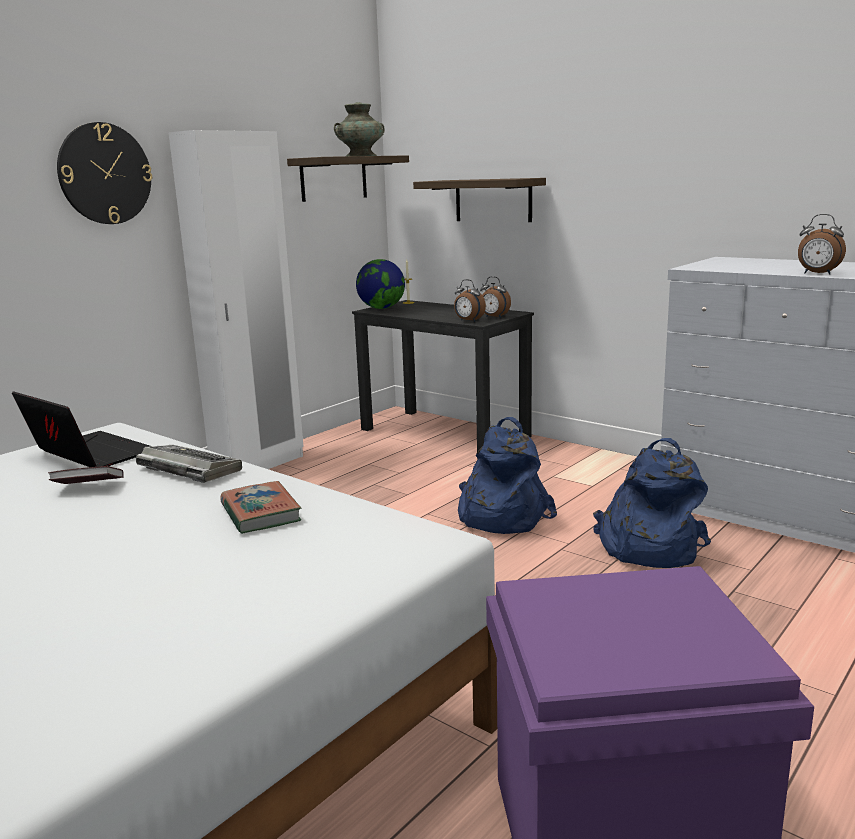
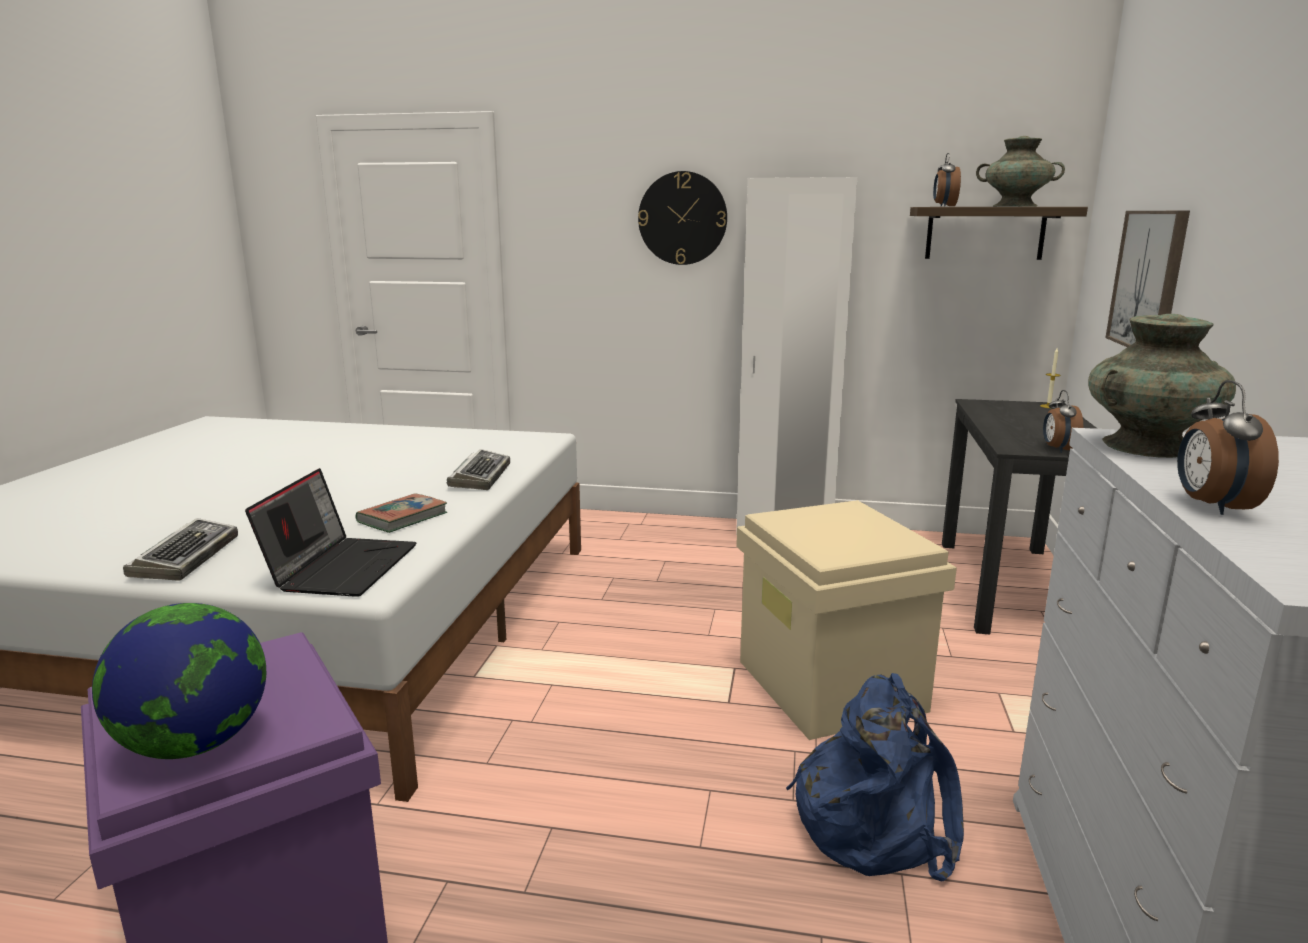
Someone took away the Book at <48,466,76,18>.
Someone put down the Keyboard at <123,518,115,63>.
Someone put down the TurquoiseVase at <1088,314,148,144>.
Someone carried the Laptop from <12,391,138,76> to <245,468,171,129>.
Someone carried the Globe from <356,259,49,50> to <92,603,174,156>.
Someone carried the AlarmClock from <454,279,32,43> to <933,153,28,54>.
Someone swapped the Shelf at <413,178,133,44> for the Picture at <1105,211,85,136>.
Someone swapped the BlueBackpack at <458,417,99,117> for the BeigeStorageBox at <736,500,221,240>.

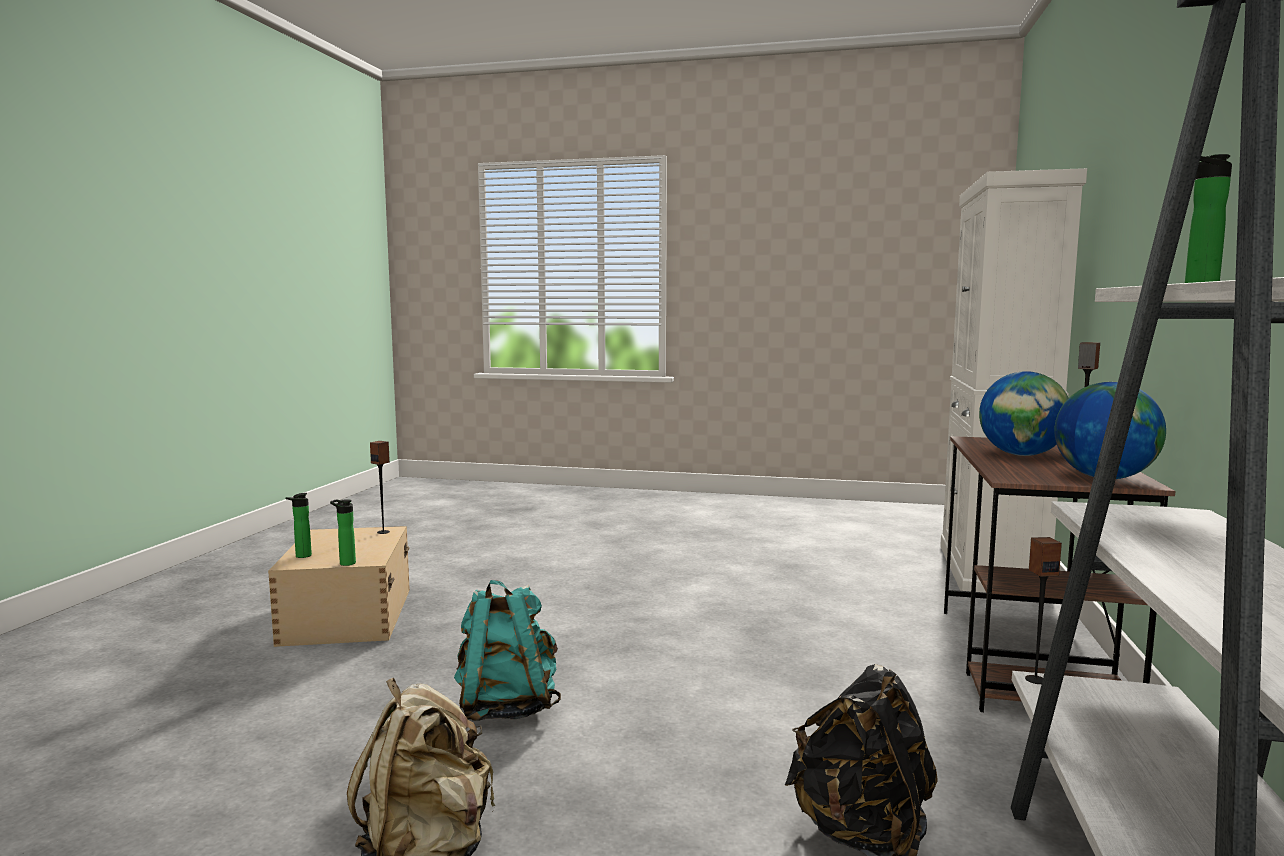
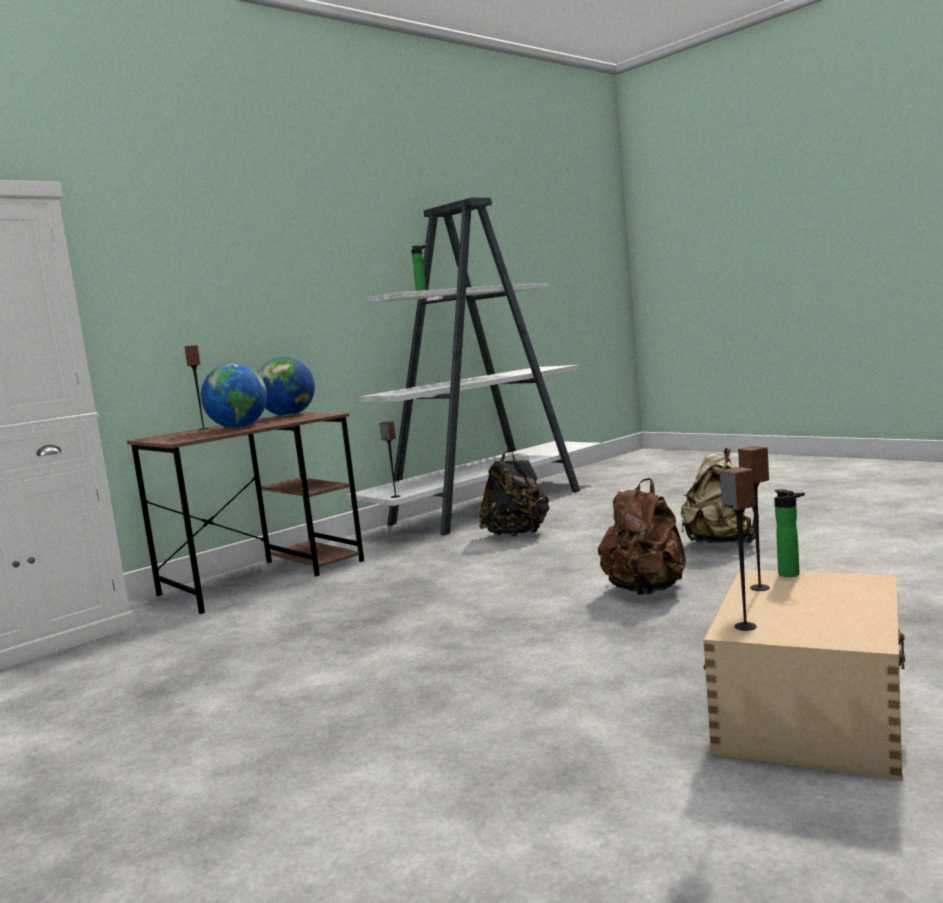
Someone took away the Bottle at <286,493,26,65>.
Someone put down the Speaker at <738,446,32,145>.
Someone repainted the TurquoiseBackpack at <454,580,107,141>, which became the BrownBackpack at <598,478,88,117>.

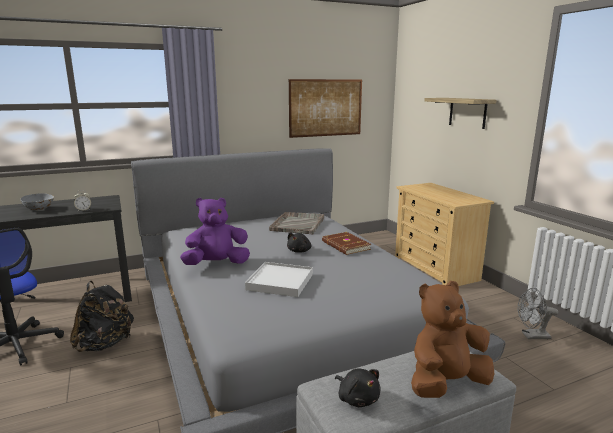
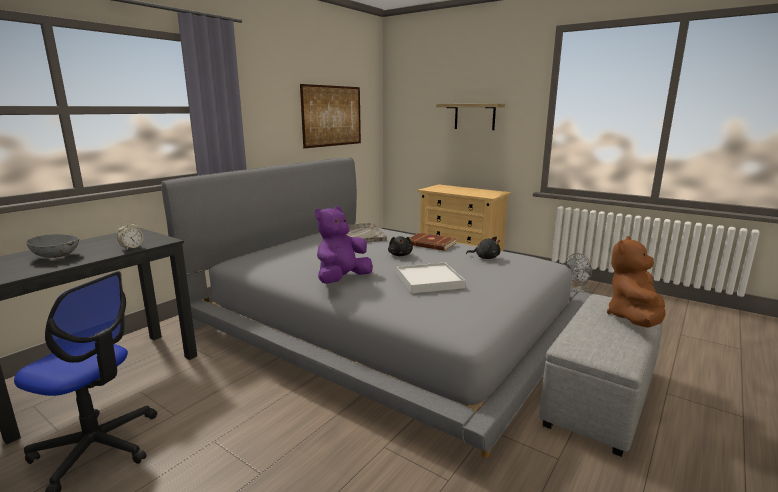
Someone took away the BlackBackpack at <70,281,64,71>.
Someone carried the BlackPlushToy from <335,368,45,39> to <466,236,34,23>.

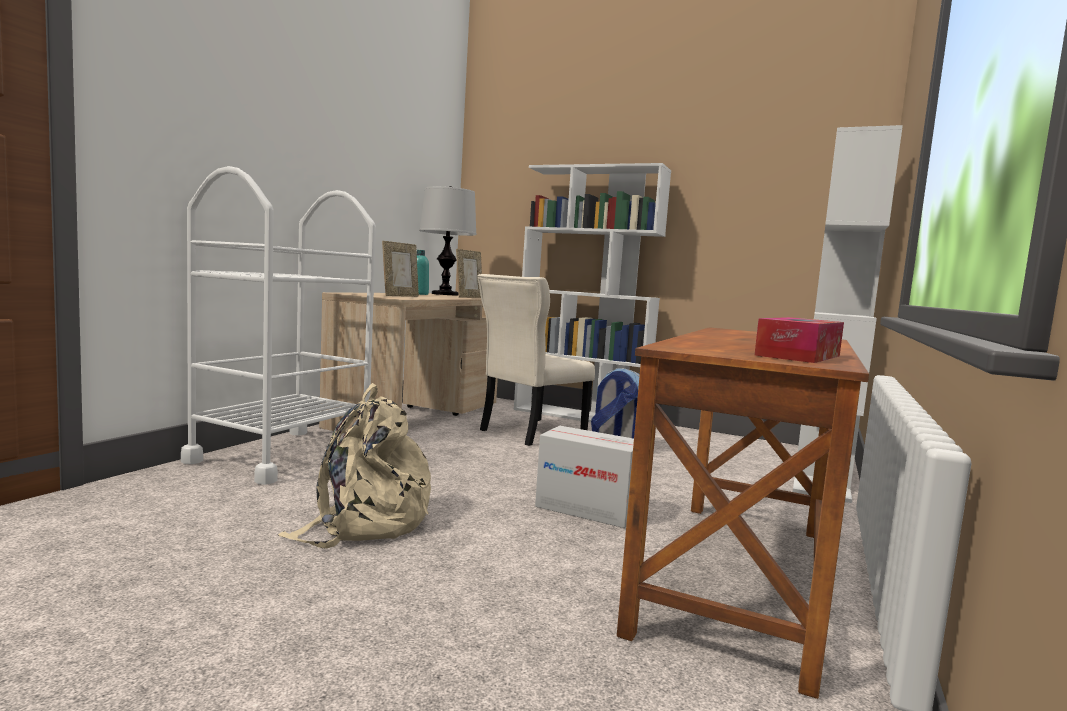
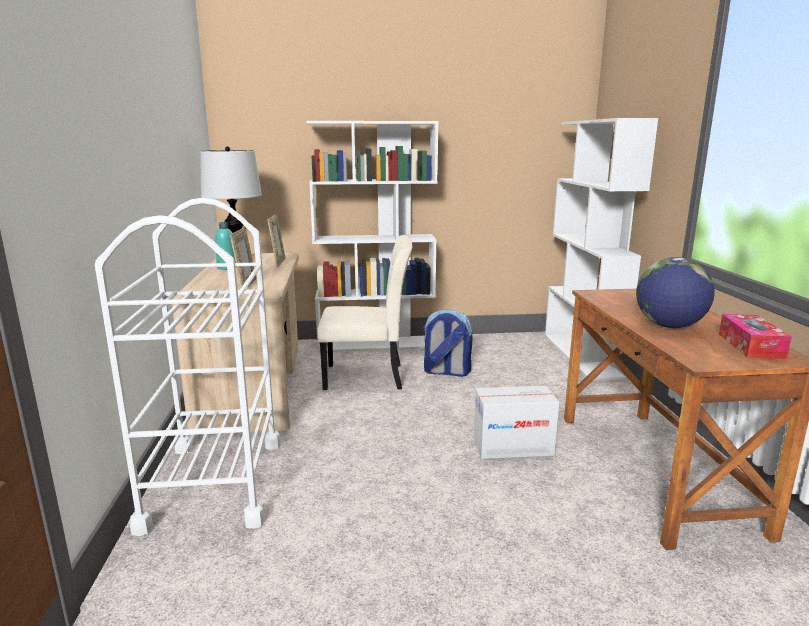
Someone took away the BeigeBackpack at <278,383,153,166>.
Someone put down the Globe at <636,257,78,71>.
Someone rotated the BeigeChair at <477,274,118,172> by 105 degrees counterclockwise.

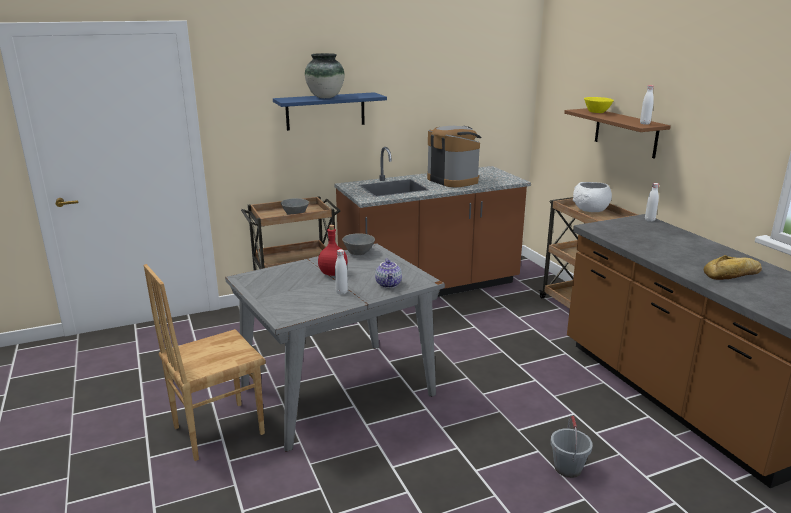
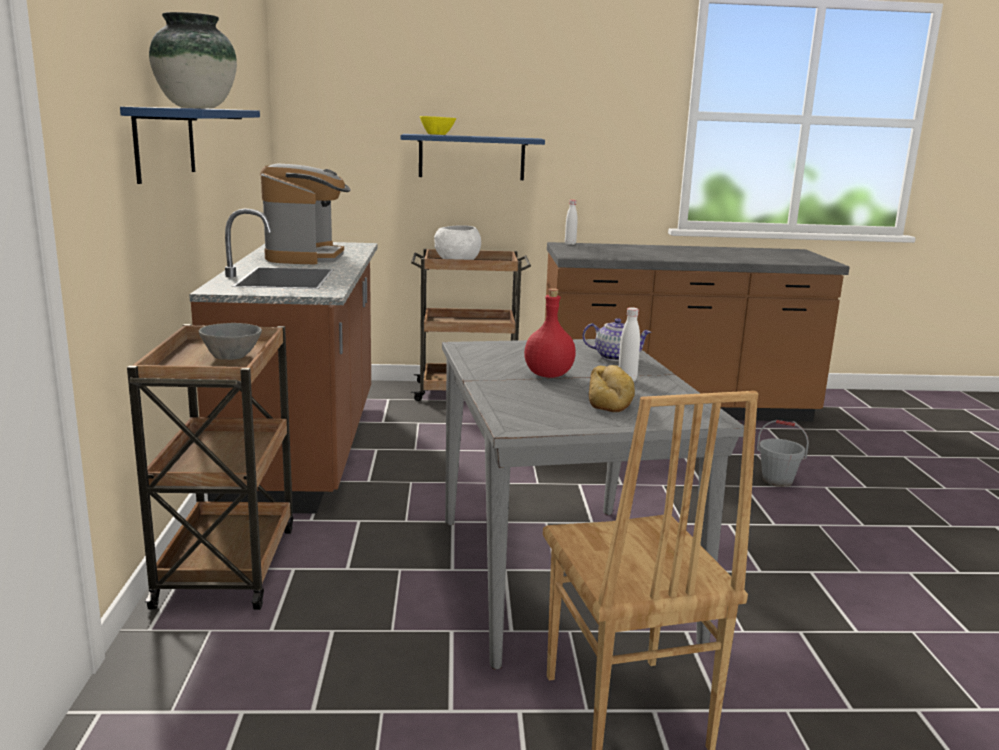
Someone took away the GreyBowl at <342,234,33,21>.
Someone took away the WhiteBottle at <640,85,14,40>.
Someone carried the Bread from <704,255,58,25> to <589,365,46,47>.
Someone repainted the BrownShelf at <564,108,107,51>, which became the BlueShelf at <401,134,144,46>.
Someone rotated the CoffeeMachine at <427,126,54,61> by 105 degrees clockwise.

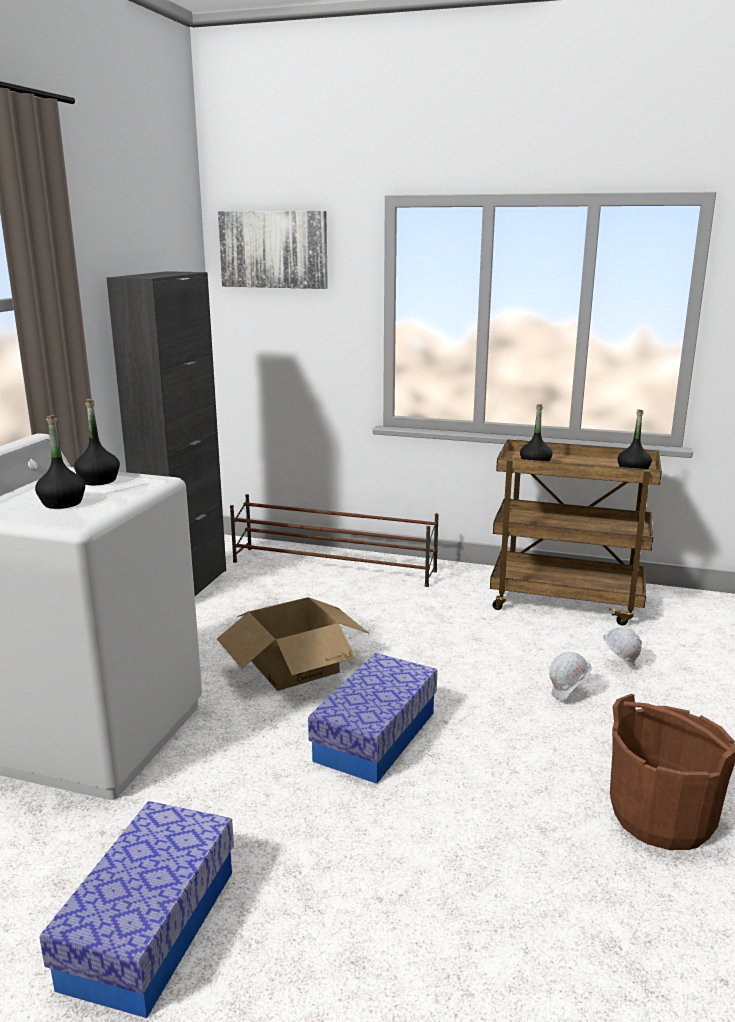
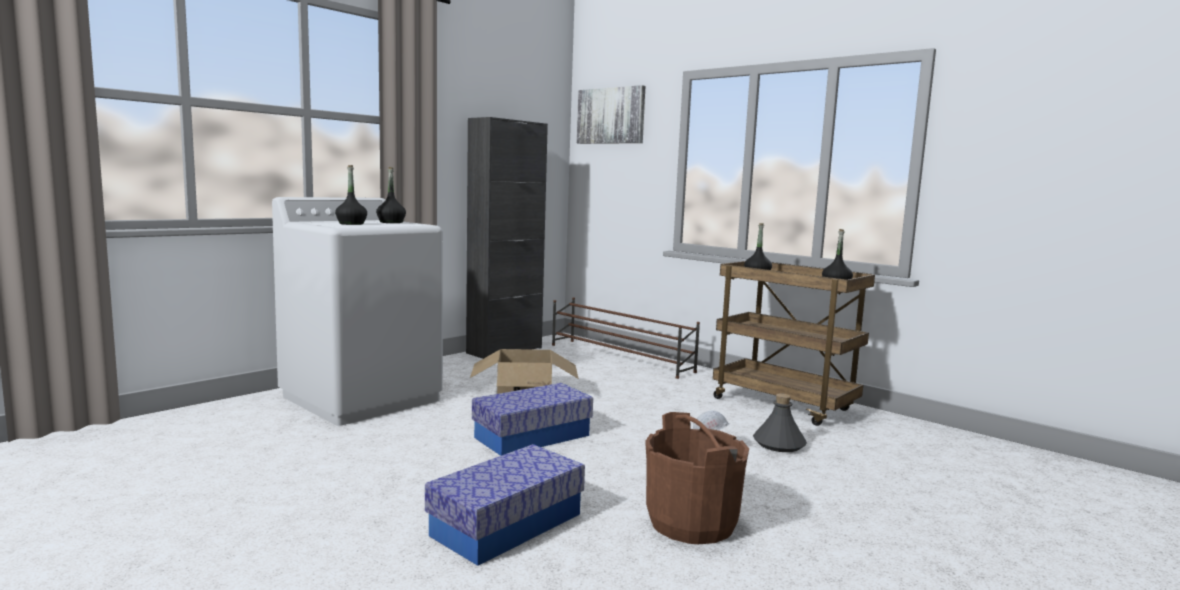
Someone carried the StorageBox from <39,801,195,217> to <425,444,160,122>.
Someone swapped the WhiteHardHat at <603,627,39,39> for the GreyBottle at <753,393,54,59>.

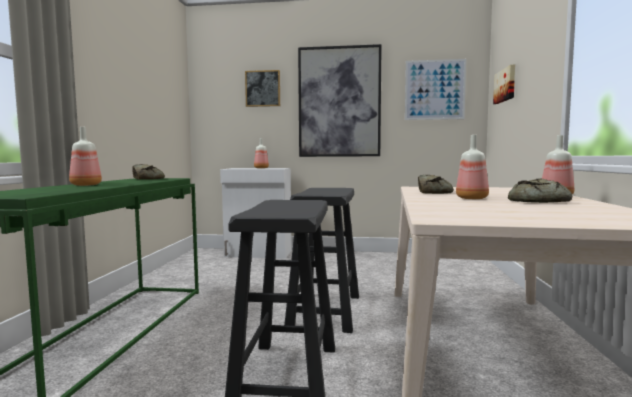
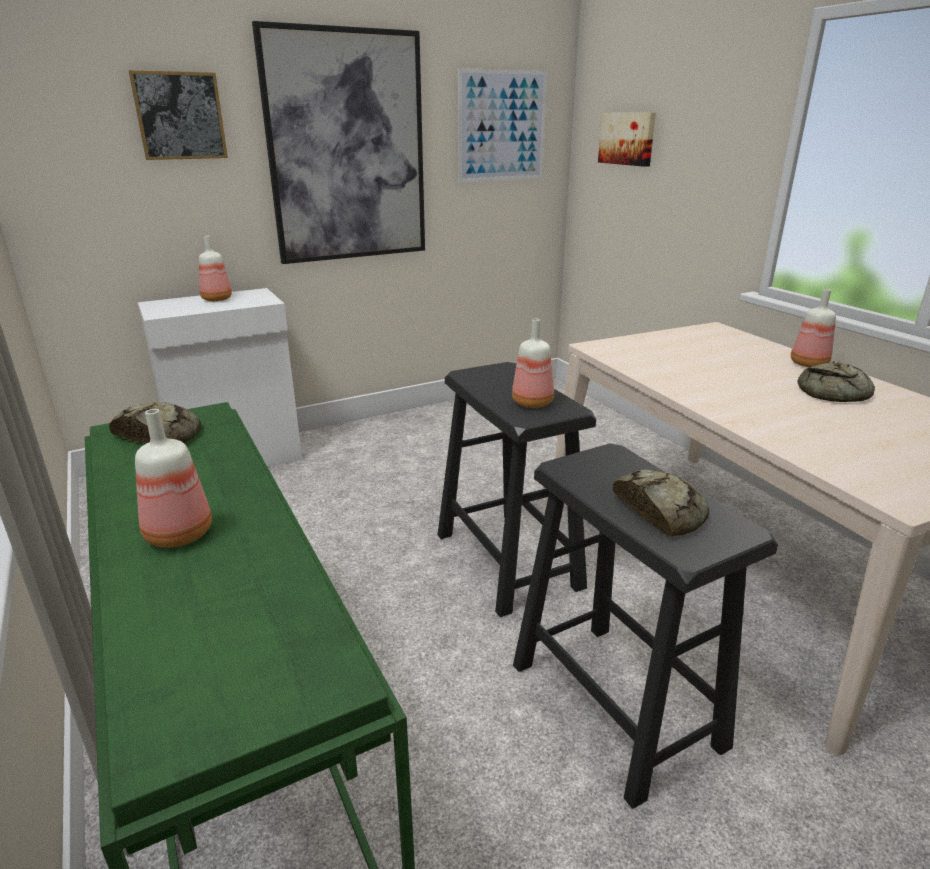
Someone carried the Bread from <418,175,36,19> to <613,469,96,67>.
Someone carried the Bottle from <456,135,33,64> to <512,319,42,89>.

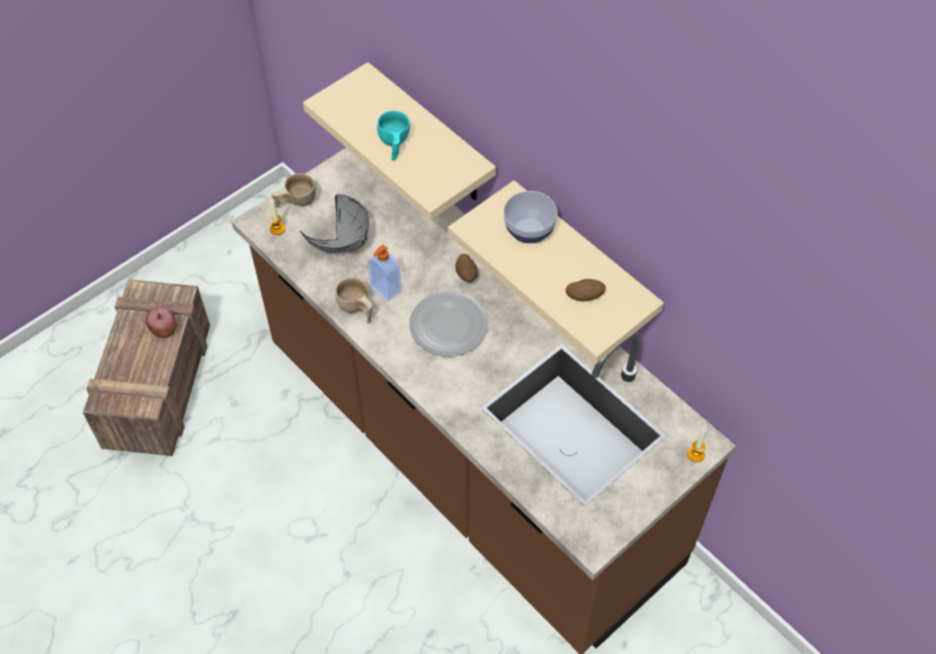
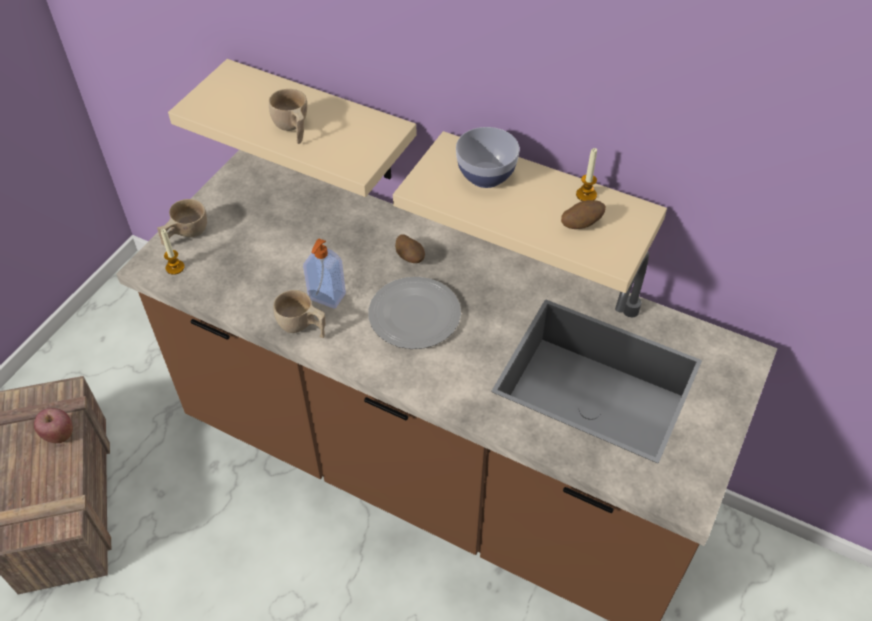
Someone took away the GreyBowl at <300,194,69,59>.
Someone carried the Candle from <687,428,20,34> to <576,148,21,53>.
Someone repainted the TurquoiseCup at <377,111,33,50>, which became the BeigeCup at <269,89,38,55>.

